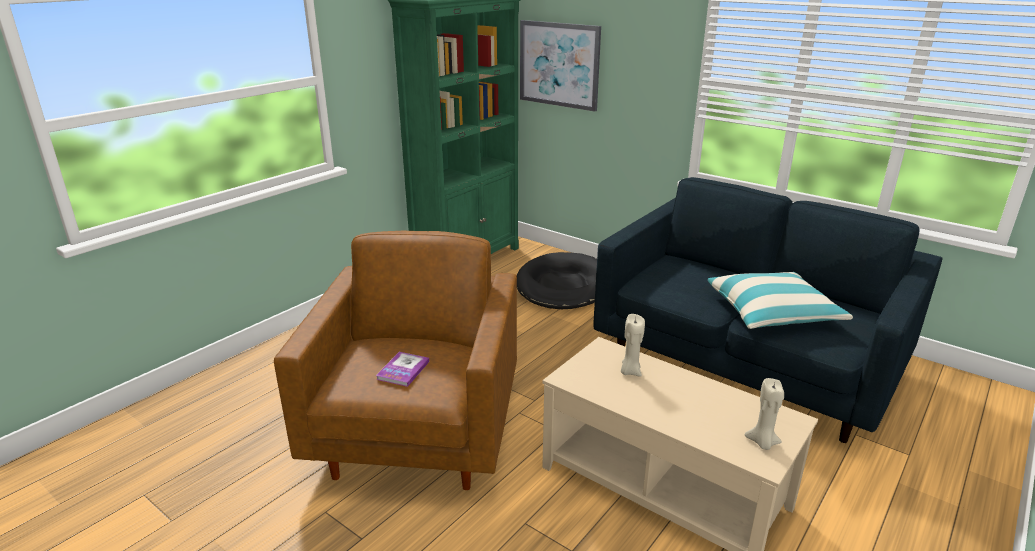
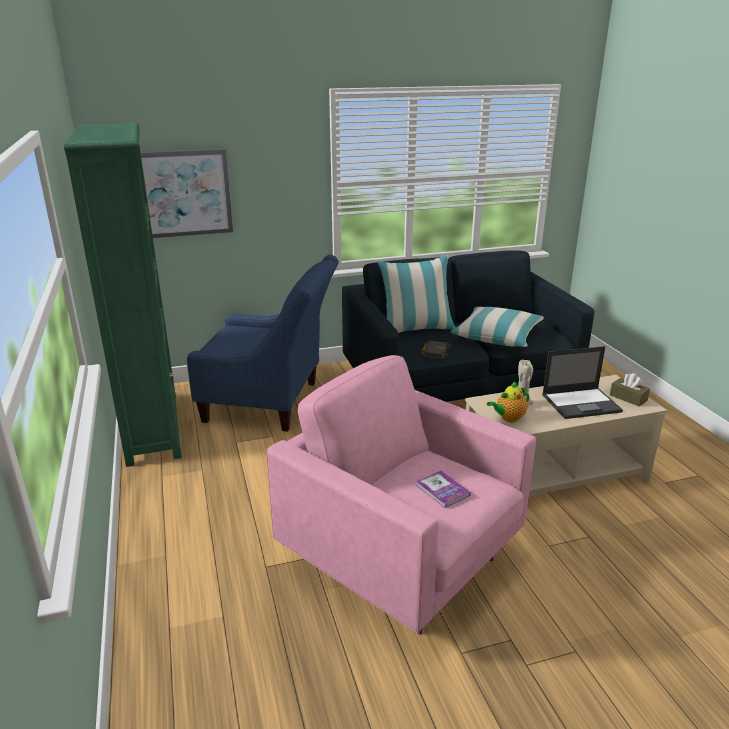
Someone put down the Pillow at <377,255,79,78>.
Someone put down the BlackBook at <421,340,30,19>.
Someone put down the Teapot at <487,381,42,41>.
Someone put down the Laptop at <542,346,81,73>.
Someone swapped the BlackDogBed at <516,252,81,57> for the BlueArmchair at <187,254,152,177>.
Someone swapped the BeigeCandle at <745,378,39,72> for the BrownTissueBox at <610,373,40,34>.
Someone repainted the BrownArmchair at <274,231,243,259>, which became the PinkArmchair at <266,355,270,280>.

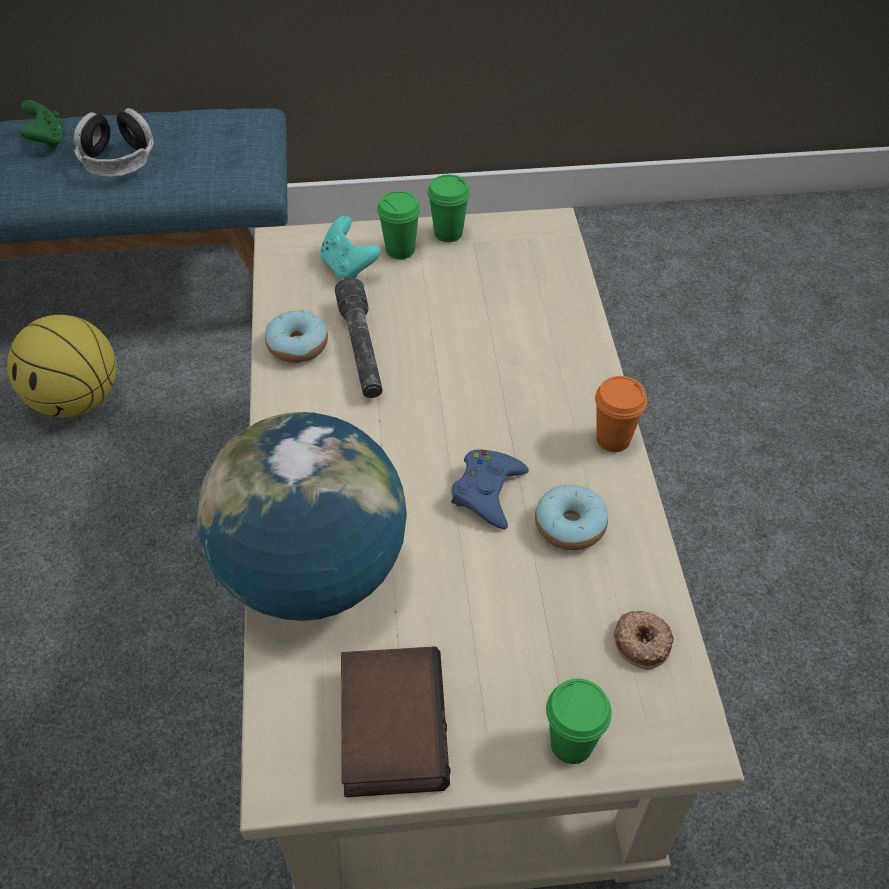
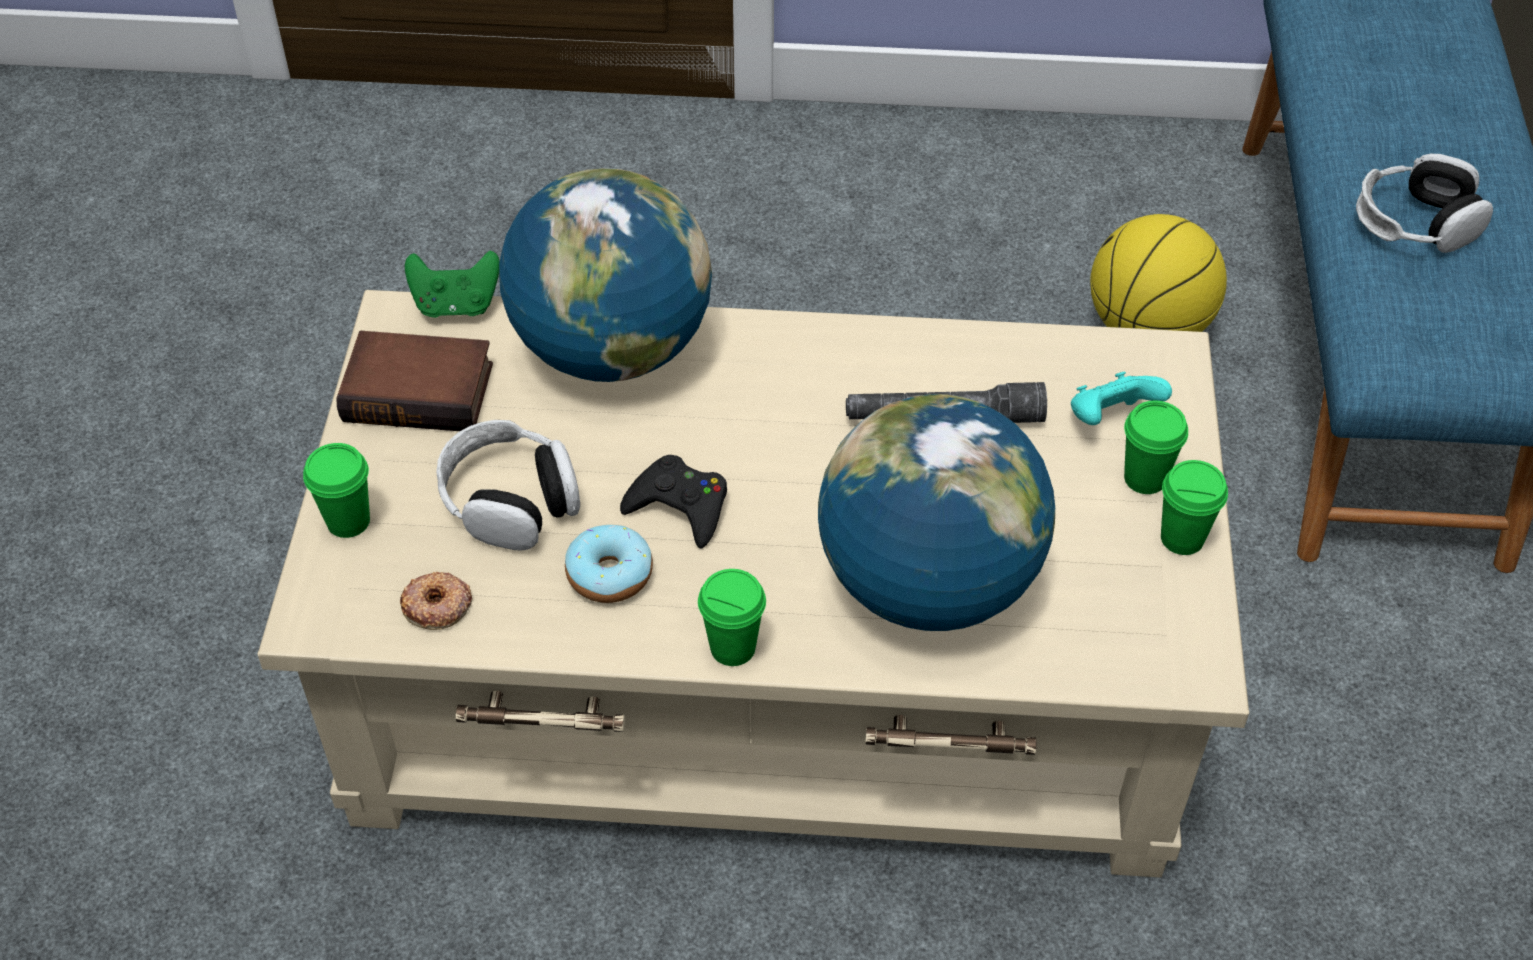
Someone took away the Donut at <265,310,63,53>.
Someone put down the Headphones at <436,420,144,130>.
Someone put down the Globe at <818,394,237,237>.
Someone carried the GreenGameController from <19,100,45,49> to <405,251,95,67>.
Someone repainted the BlueGameController at <451,450,78,79>, which became the BlackGameController at <620,455,107,93>.
Someone repainted the OrangeCup at <595,376,52,76>, which became the GreenCup at <698,569,68,97>.

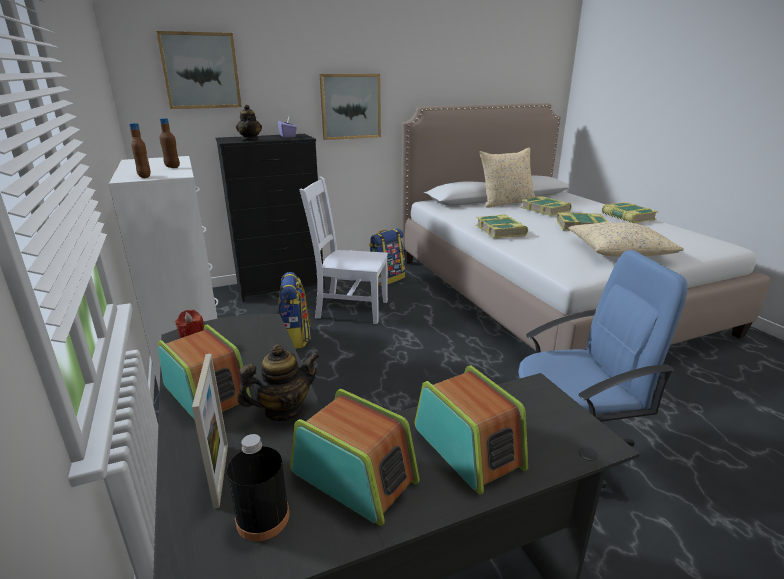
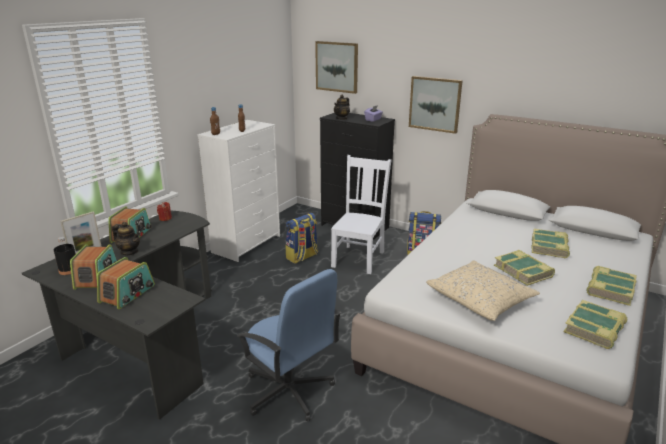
Someone took away the BeigePillow at <479,148,56,60>.
Someone carried the Book from <476,214,52,24> to <564,300,64,49>.
Someone rotated the WhiteChair at <300,176,88,148> by 45 degrees clockwise.

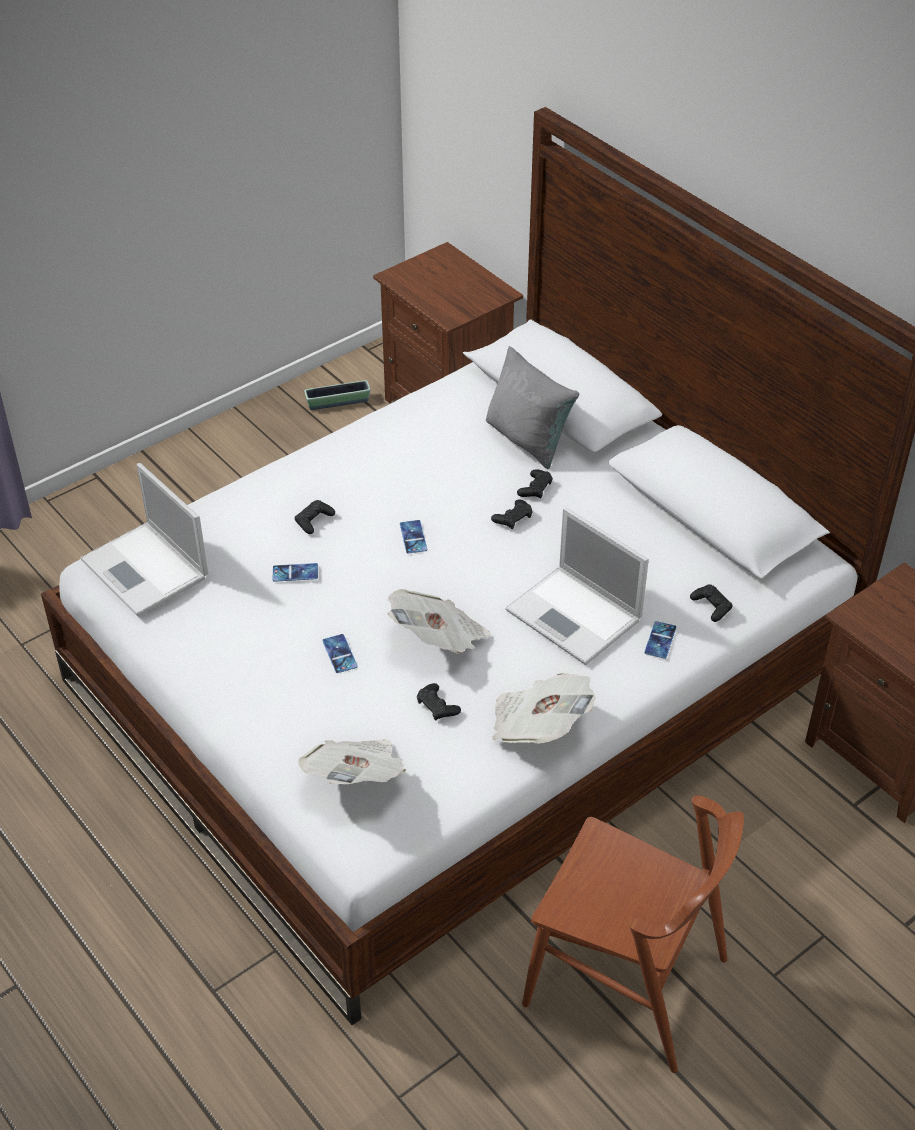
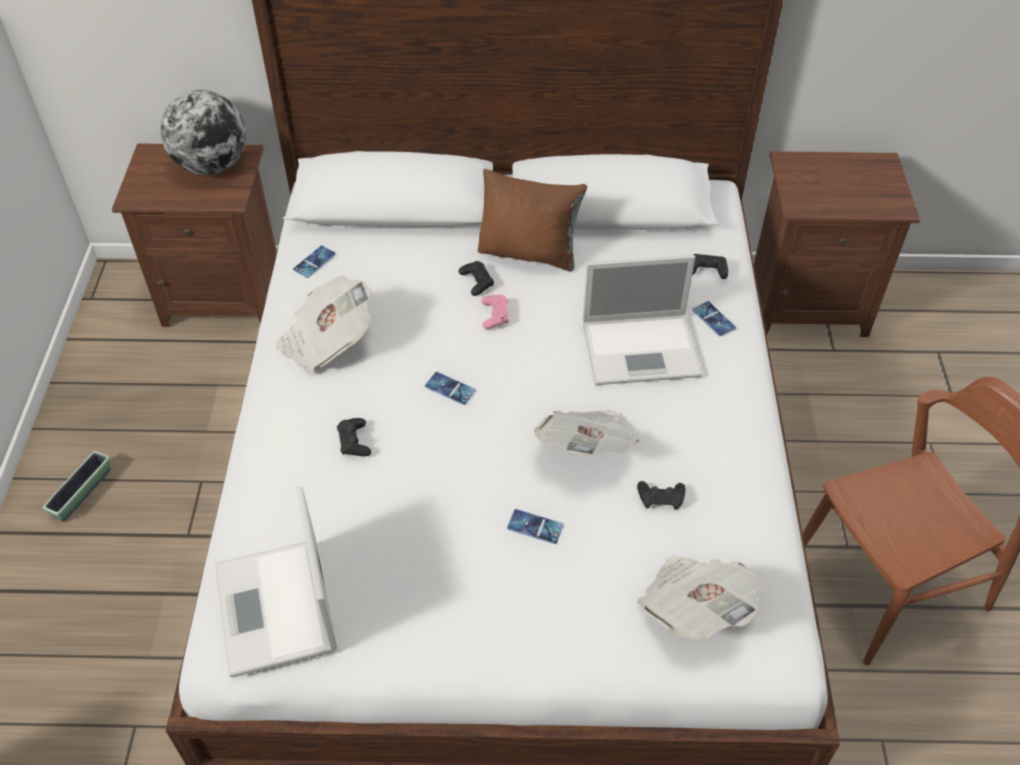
Someone took away the GreyPillow at <486,346,93,123>.
Someone put down the Globe at <161,90,85,85>.
Someone put down the BrownPillow at <478,169,109,102>.
Someone carried the Phone from <273,563,45,19> to <293,246,43,32>.
Someone carried the Planter from <304,380,67,30> to <43,451,67,71>.
Someone carried the Newspaper from <493,673,102,71> to <276,275,96,98>.
Someone repainted the BlackGameController at <491,499,41,30>, which became the PinkGameController at <482,295,27,34>.
Someone rotated the Laptop at <81,463,127,154> by 75 degrees clockwise.

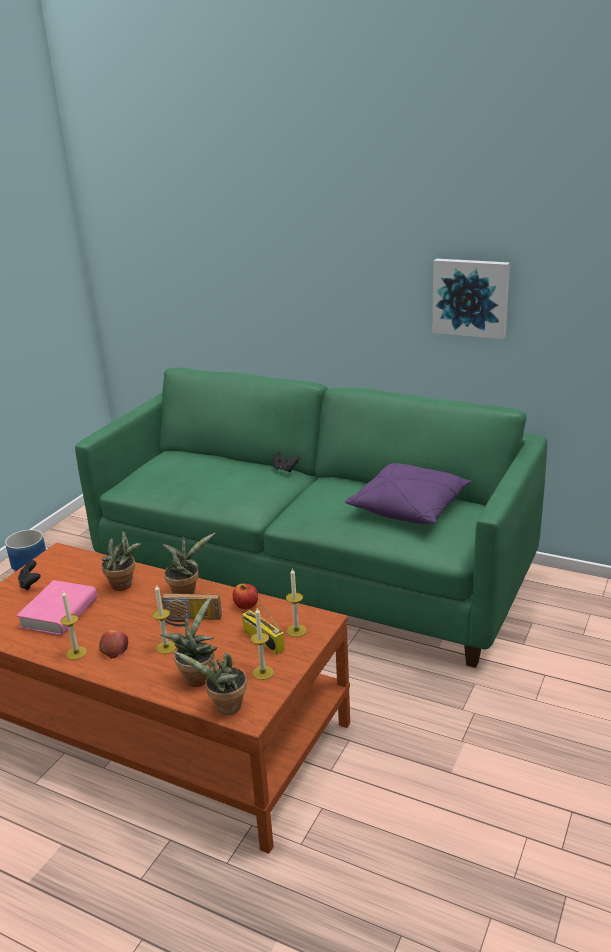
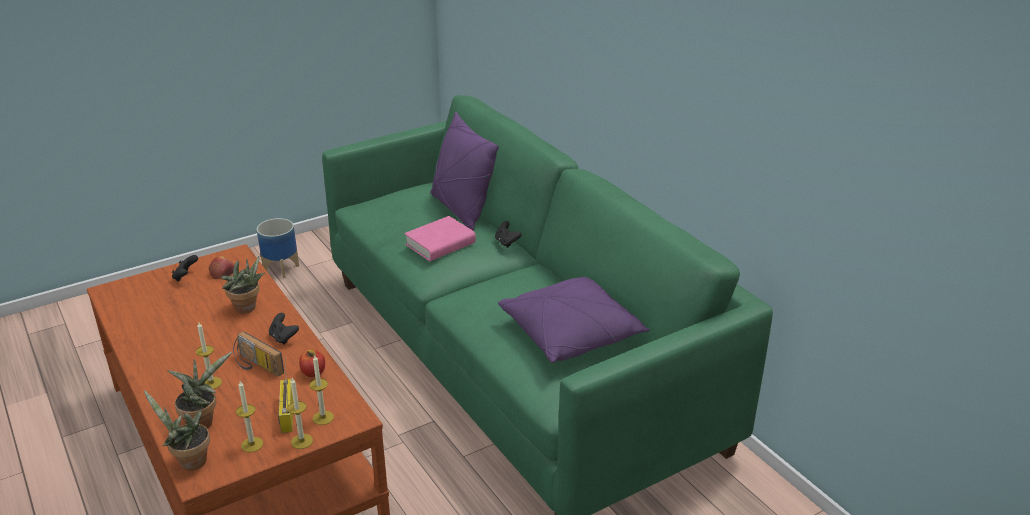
Someone took away the Picture at <432,259,78,80>.
Someone put down the PurplePillow at <430,112,69,118>.
Someone carried the PinkBook from <16,580,81,56> to <404,216,72,45>.
Someone carried the Candle from <60,591,27,69> to <287,378,26,71>.
Someone carried the Apple from <99,630,29,29> to <209,256,25,23>.
Someone swapped the PottedPlant at <162,533,53,61> for the BlackGameController at <269,313,30,32>.

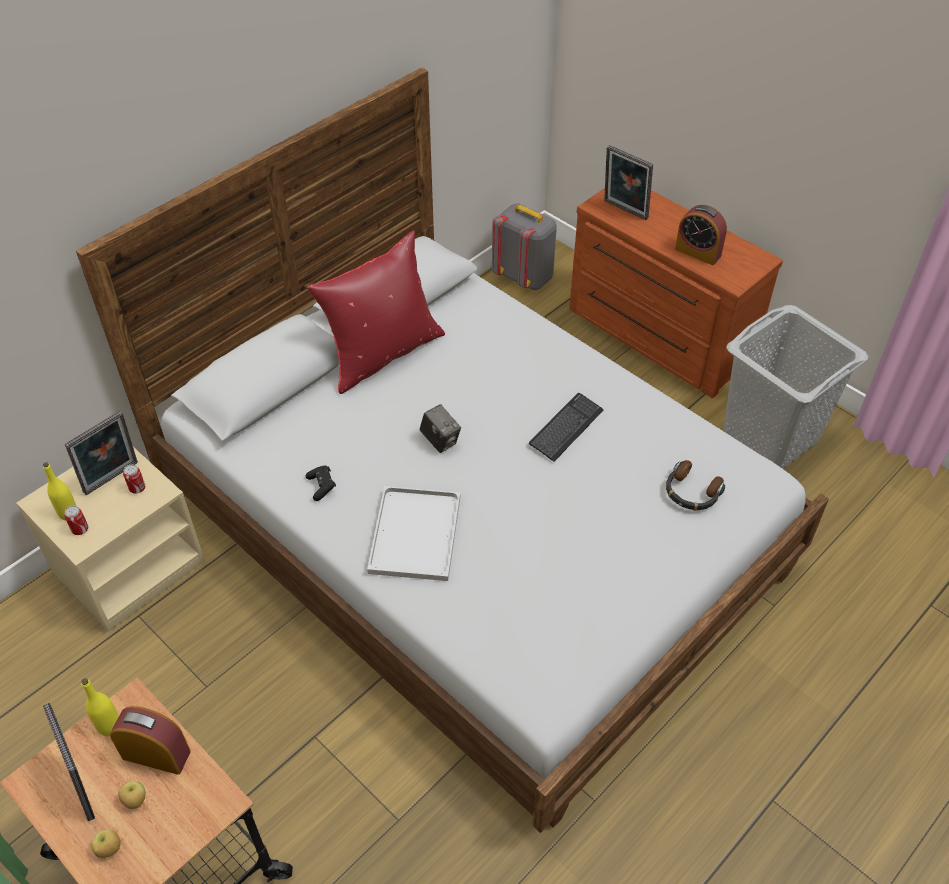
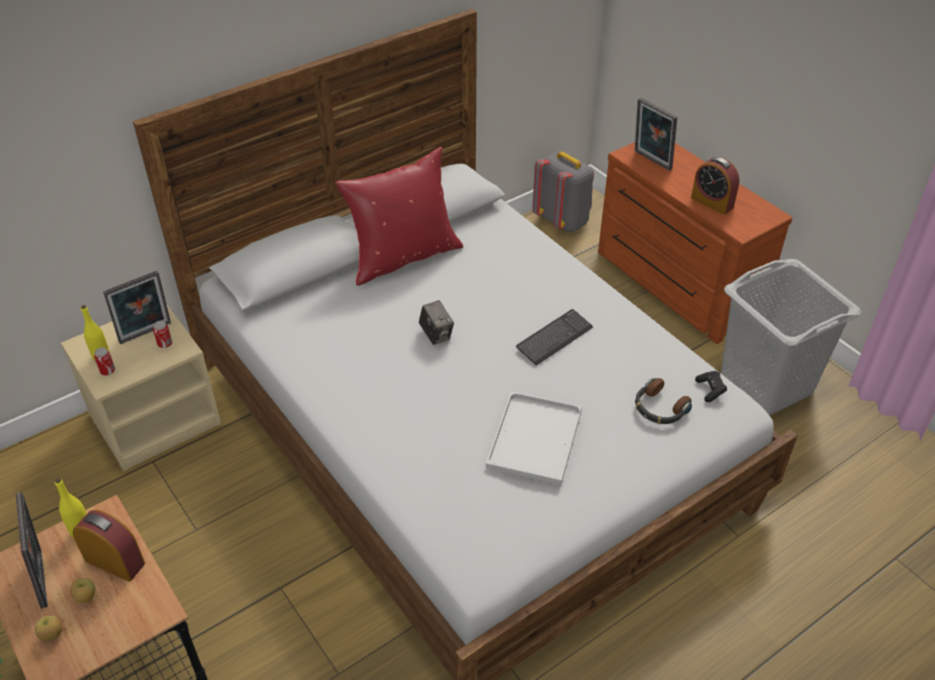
Someone carried the BlackGameController from <306,466,30,35> to <695,371,32,31>.
Someone carried the WhiteTray from <367,486,93,95> to <486,391,96,94>.

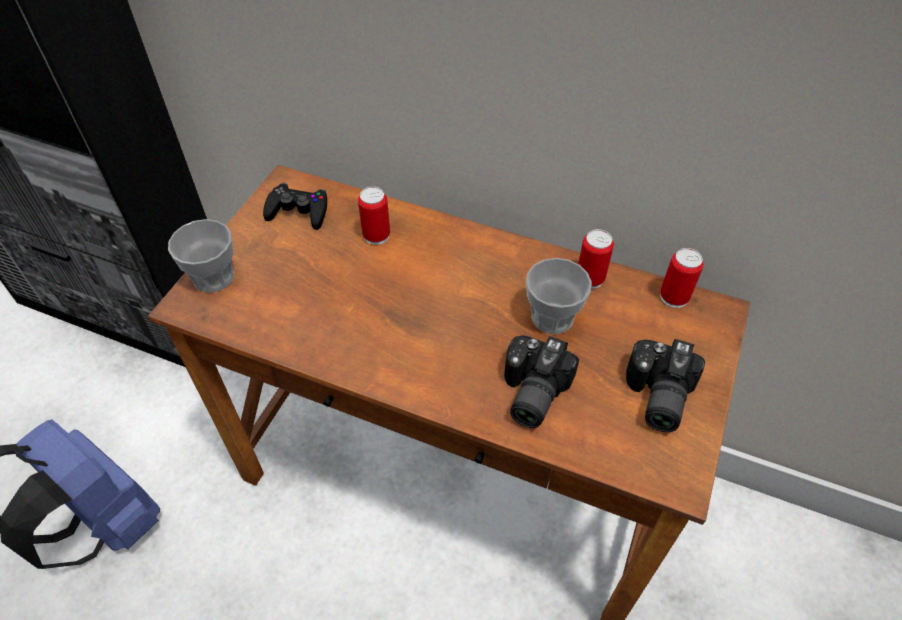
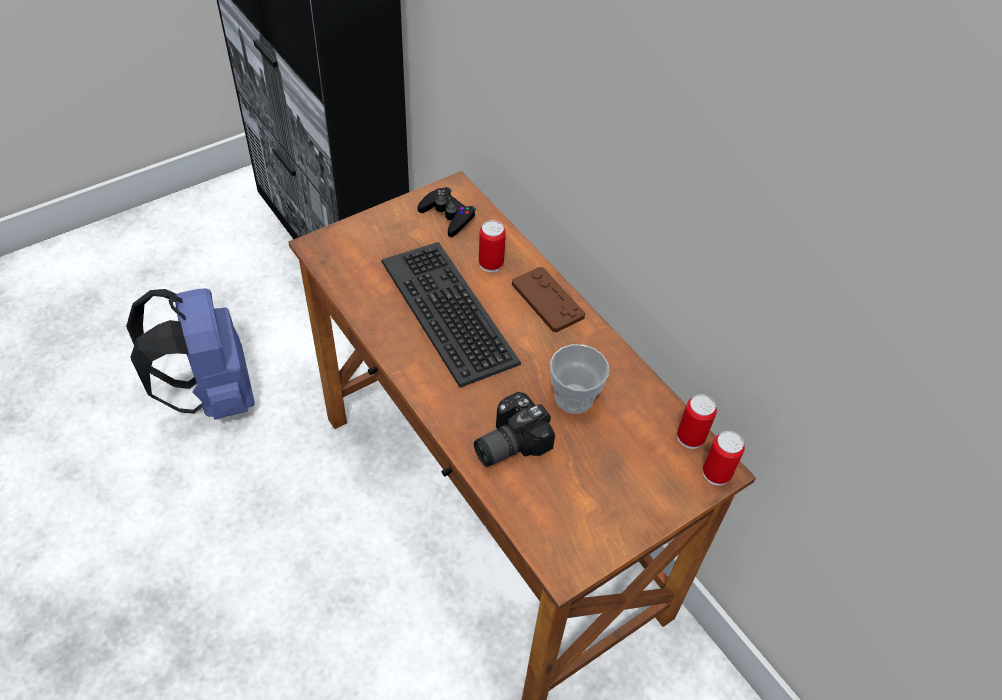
Someone took away the Cup at <168,219,66,74>.
Someone took away the PhotoCamera at <626,339,79,93>.
Someone put down the Keyboard at <382,242,139,145>.
Someone put down the BrownGameController at <512,266,73,66>.
Someone carried the Can from <578,229,36,60> to <703,431,42,55>.

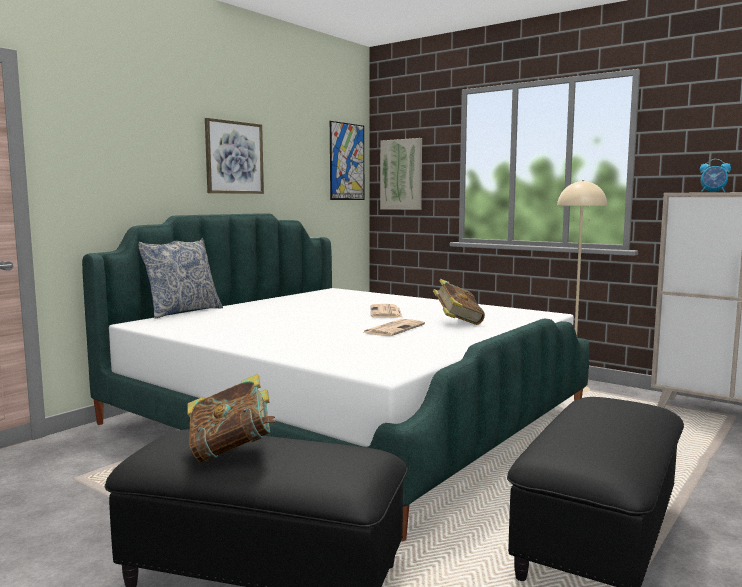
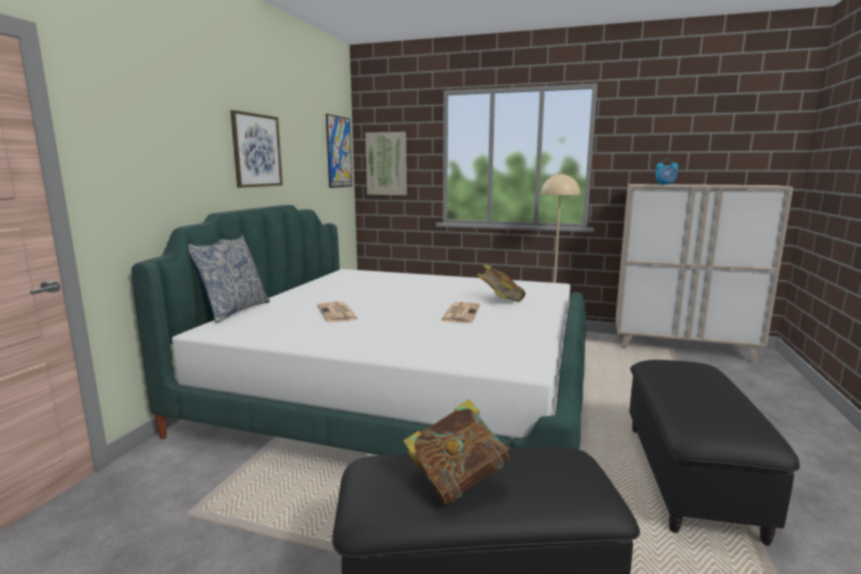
Someone carried the Newspaper from <370,304,32,14> to <317,302,42,20>.

